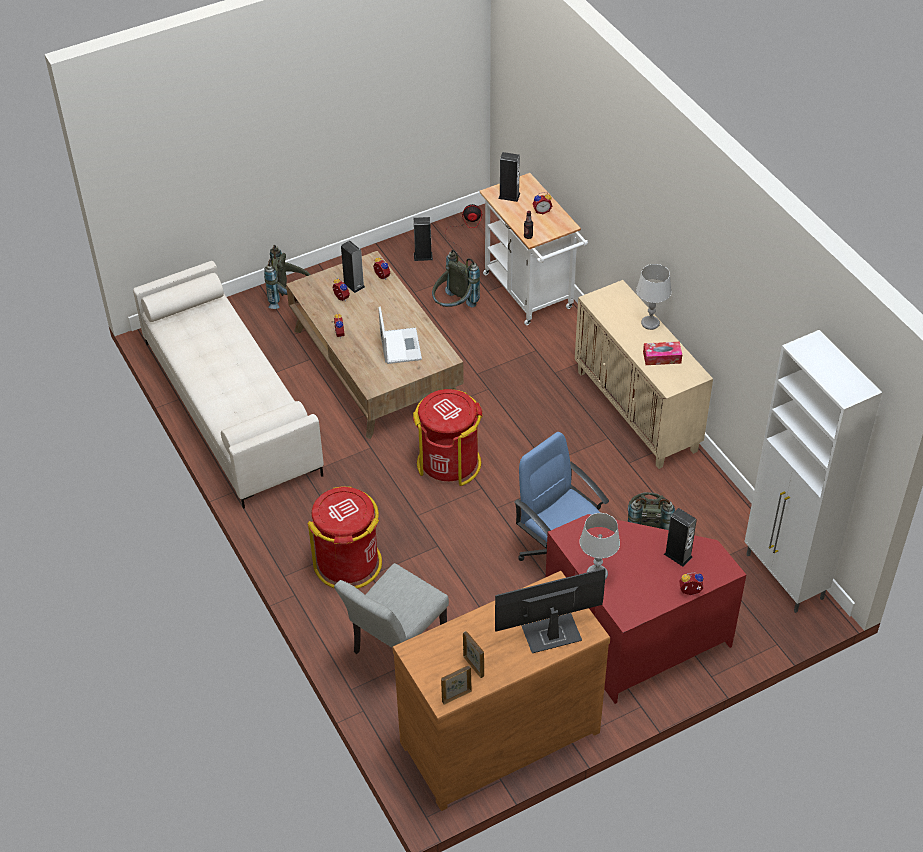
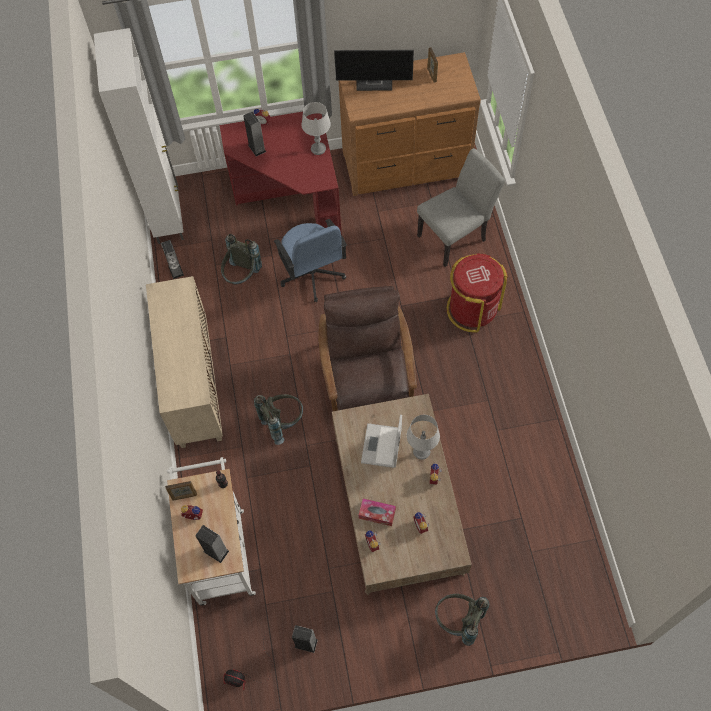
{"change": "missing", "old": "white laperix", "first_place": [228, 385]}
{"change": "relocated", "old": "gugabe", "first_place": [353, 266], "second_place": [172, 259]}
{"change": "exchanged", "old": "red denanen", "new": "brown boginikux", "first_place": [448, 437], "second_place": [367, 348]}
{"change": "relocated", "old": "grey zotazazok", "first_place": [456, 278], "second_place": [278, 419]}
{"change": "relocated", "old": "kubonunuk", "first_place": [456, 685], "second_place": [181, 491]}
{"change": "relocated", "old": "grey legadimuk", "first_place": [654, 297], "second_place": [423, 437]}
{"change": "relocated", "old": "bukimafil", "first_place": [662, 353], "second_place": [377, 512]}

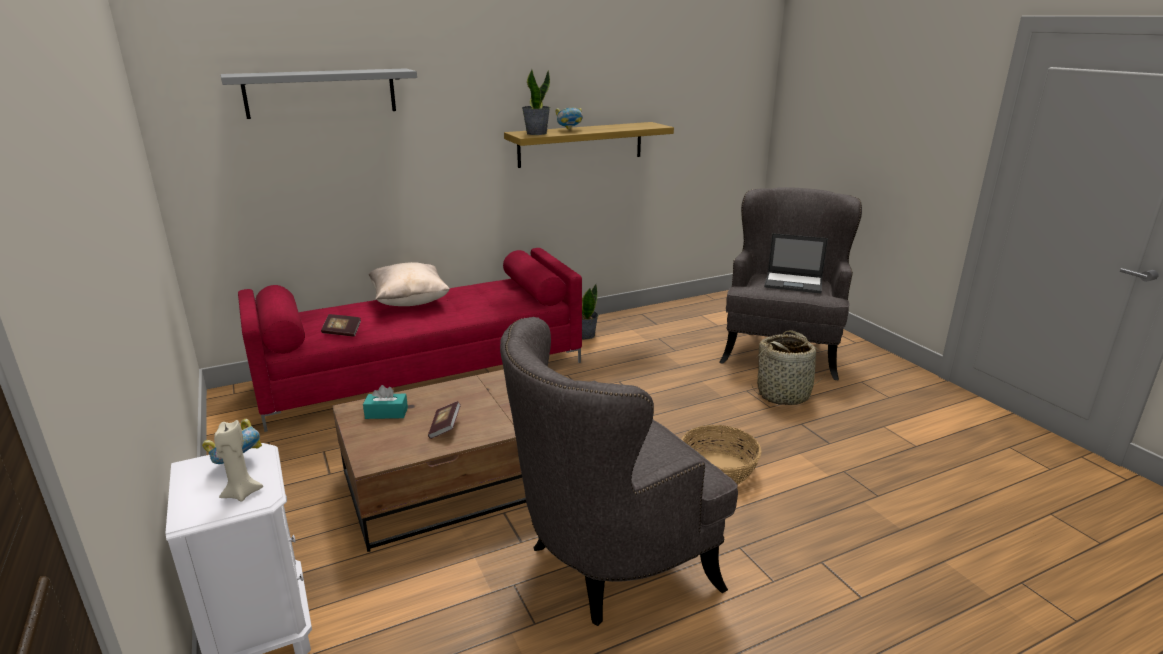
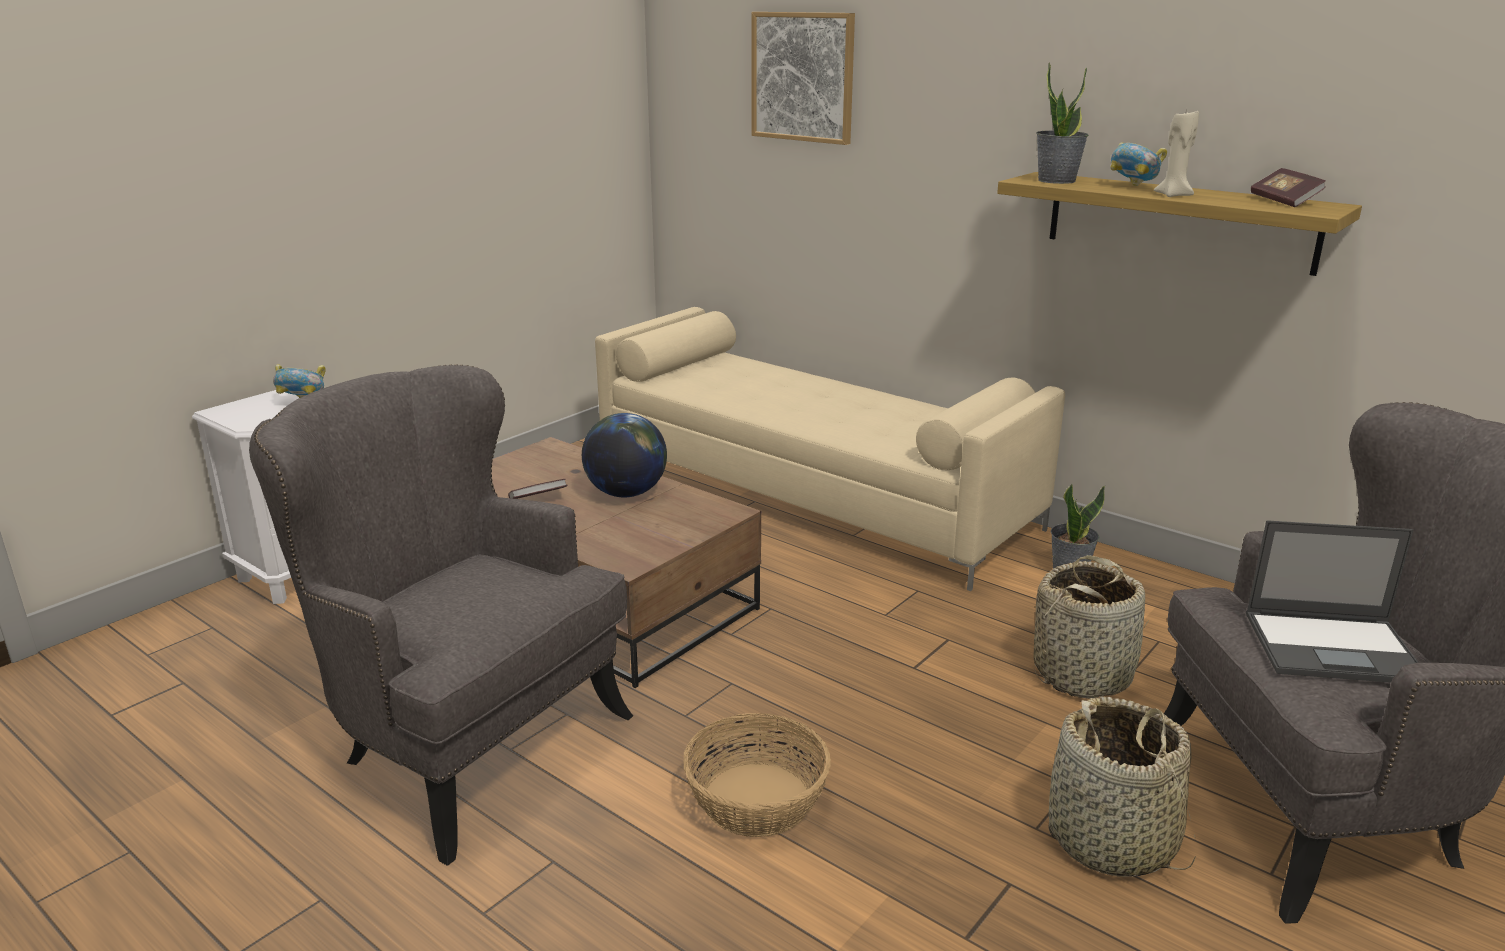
{"change": "relocated", "old": "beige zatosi", "first_place": [238, 461], "second_place": [1176, 152]}
{"change": "exchanged", "old": "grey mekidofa", "new": "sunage", "first_place": [318, 93], "second_place": [803, 78]}
{"change": "colour", "old": "red laperix", "new": "beige laperix", "first_place": [410, 340], "second_place": [830, 449]}
{"change": "relocated", "old": "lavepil", "first_place": [341, 325], "second_place": [1288, 187]}
{"change": "missing", "old": "turquoise bukimafil", "first_place": [385, 402]}
{"change": "missing", "old": "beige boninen", "first_place": [409, 284]}
{"change": "spun", "old": "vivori", "first_place": [796, 263], "second_place": [1332, 601], "degrees": -75}
{"change": "appeared", "new": "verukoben", "second_place": [624, 455]}
{"change": "appeared", "new": "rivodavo", "second_place": [1091, 627]}

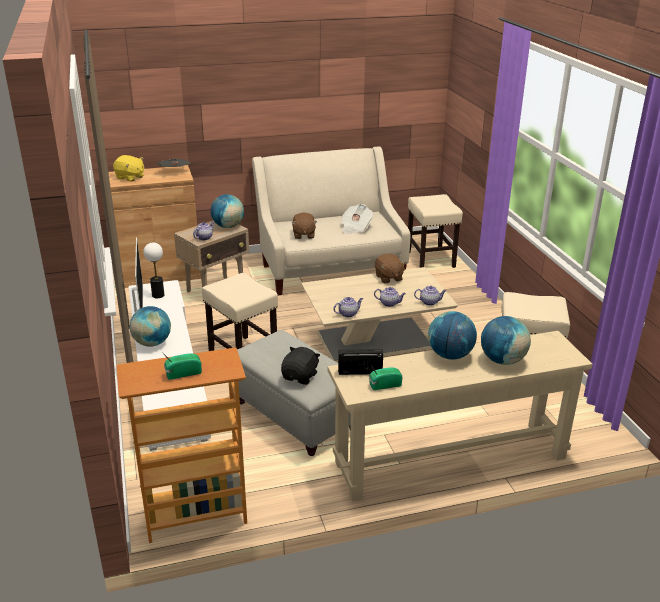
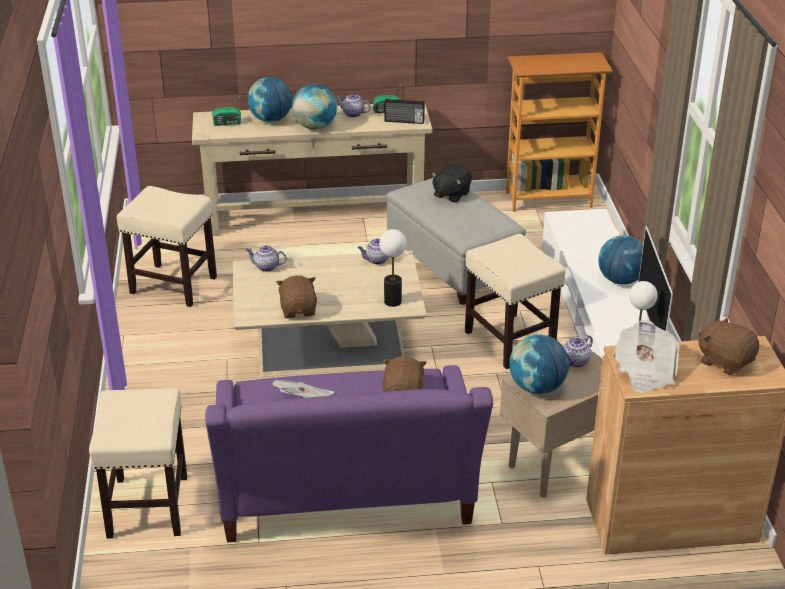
{"change": "colour", "old": "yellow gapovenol", "new": "brown gapovenol", "first_place": [128, 168], "second_place": [728, 346]}
{"change": "relocated", "old": "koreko", "first_place": [182, 366], "second_place": [226, 110]}
{"change": "colour", "old": "beige laperix", "new": "purple laperix", "first_place": [331, 221], "second_place": [349, 453]}
{"change": "relocated", "old": "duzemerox", "first_place": [390, 297], "second_place": [353, 105]}
{"change": "appeared", "new": "legadimuk", "second_place": [393, 268]}

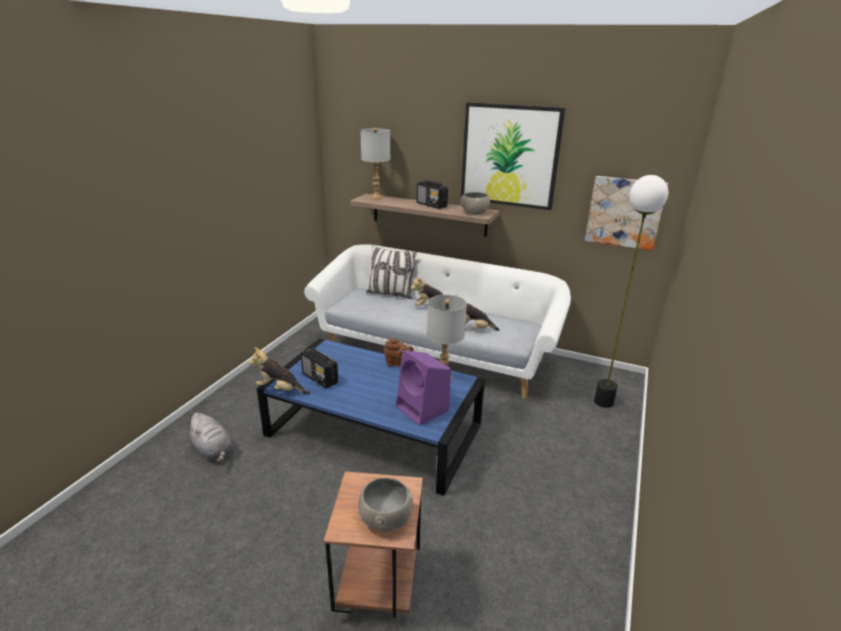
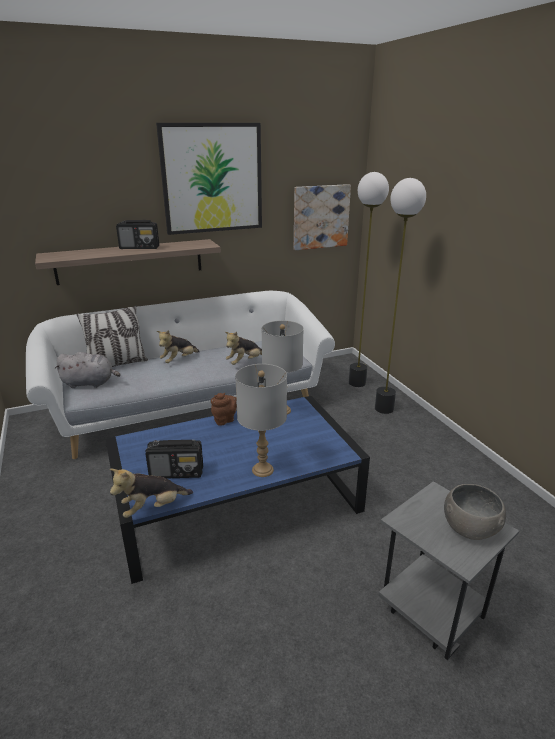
{"change": "relocated", "old": "grey gapovenol", "first_place": [209, 438], "second_place": [87, 370]}
{"change": "colour", "old": "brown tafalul", "new": "grey tafalul", "first_place": [373, 544], "second_place": [448, 570]}
{"change": "relocated", "old": "grey legadimuk", "first_place": [375, 164], "second_place": [261, 420]}
{"change": "missing", "old": "purple gugabe", "first_place": [423, 387]}
{"change": "missing", "old": "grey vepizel", "first_place": [475, 203]}
{"change": "appeared", "new": "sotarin", "second_place": [400, 296]}

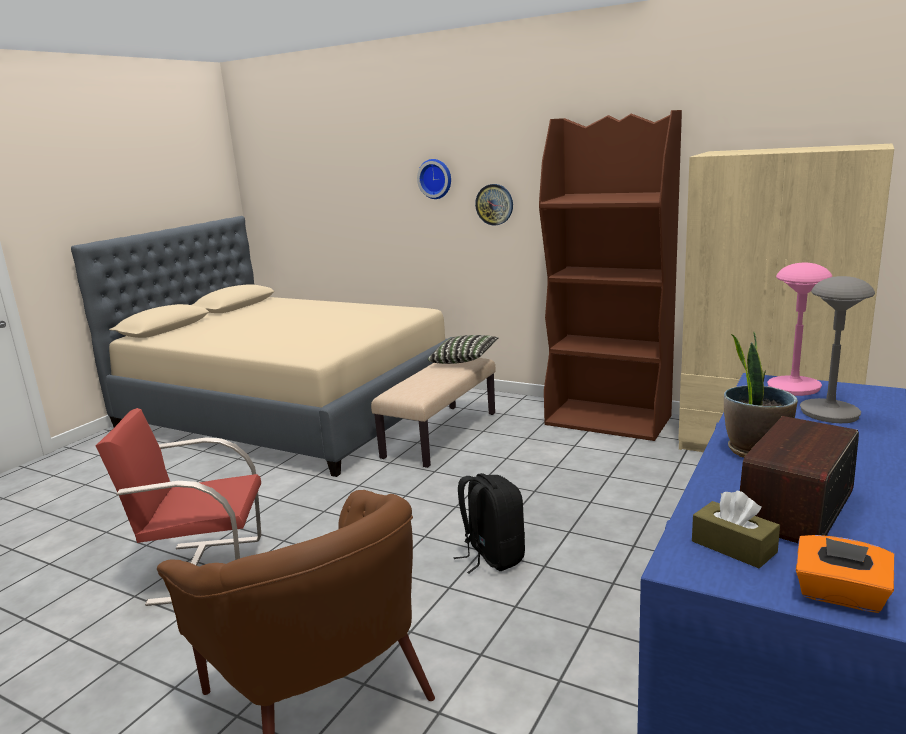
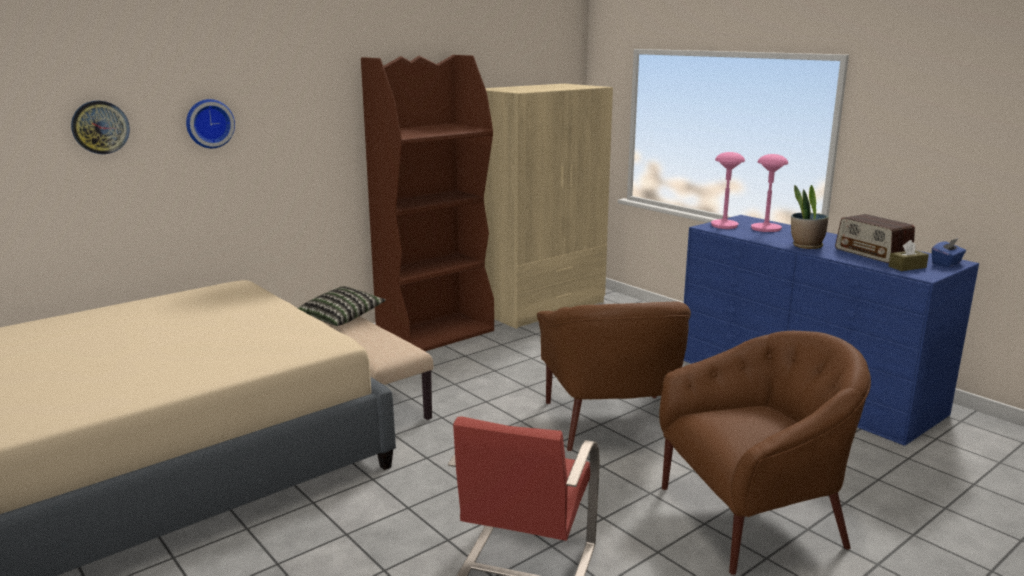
{"change": "exchanged", "old": "black zotazazok", "new": "brown boginikux", "first_place": [489, 523], "second_place": [614, 376]}
{"change": "relocated", "old": "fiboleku", "first_place": [494, 204], "second_place": [100, 127]}
{"change": "colour", "old": "orange bukimafil", "new": "blue bukimafil", "first_place": [845, 574], "second_place": [949, 253]}
{"change": "colour", "old": "grey legadimuk", "new": "pink legadimuk", "first_place": [837, 349], "second_place": [769, 193]}

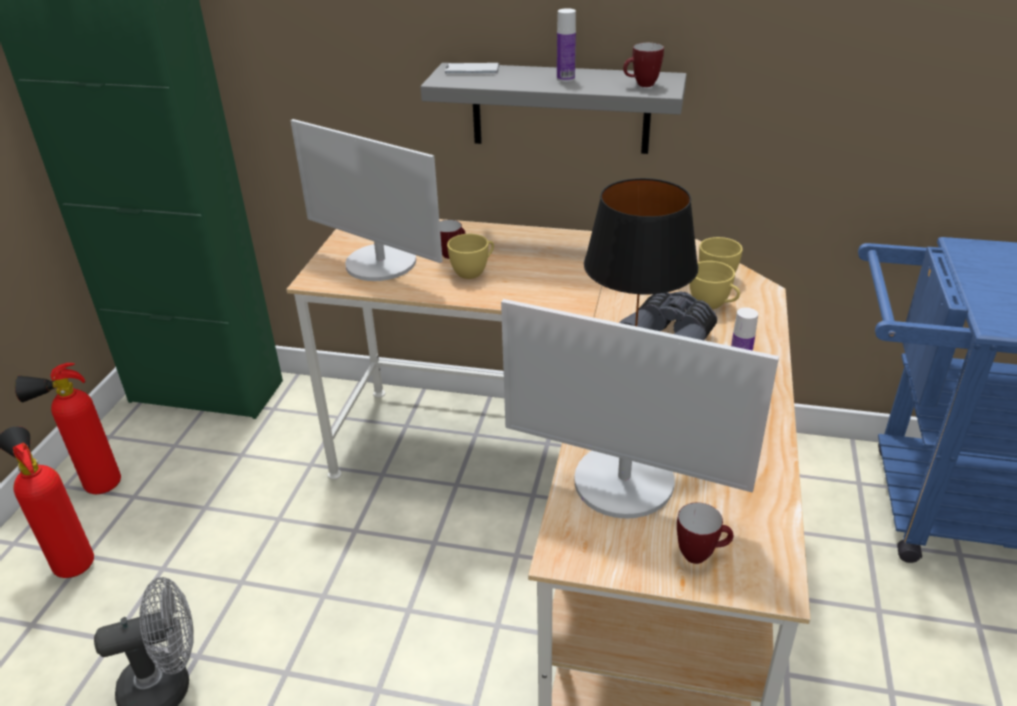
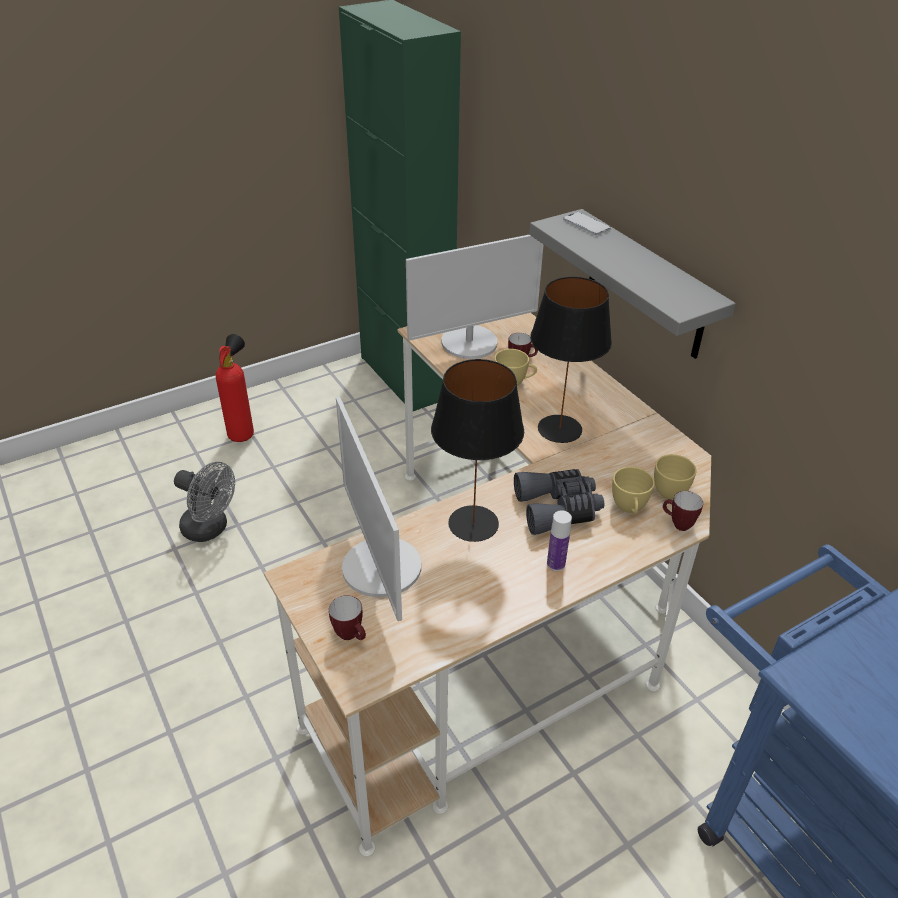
{"change": "missing", "old": "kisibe", "first_place": [68, 428]}
{"change": "spun", "old": "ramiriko", "first_place": [366, 200], "second_place": [475, 297], "degrees": -105}
{"change": "missing", "old": "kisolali", "first_place": [566, 45]}
{"change": "relocated", "old": "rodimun", "first_place": [643, 65], "second_place": [683, 511]}
{"change": "appeared", "new": "black legadimuk", "second_place": [571, 360]}

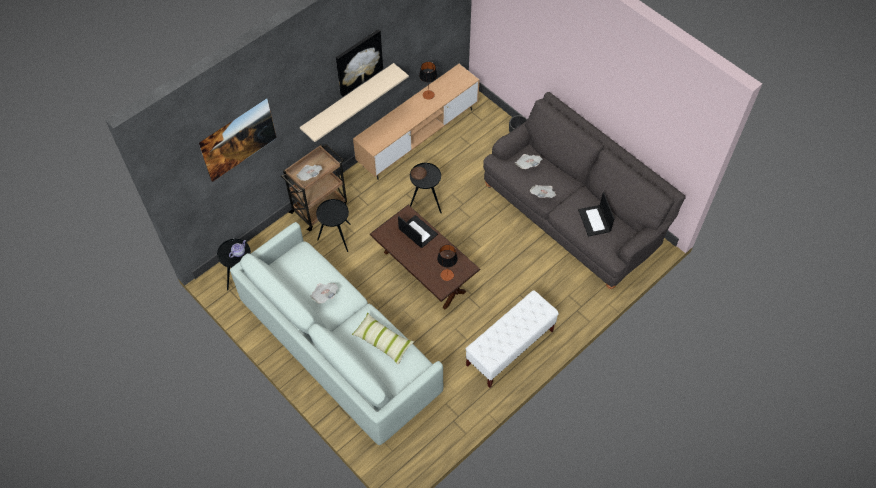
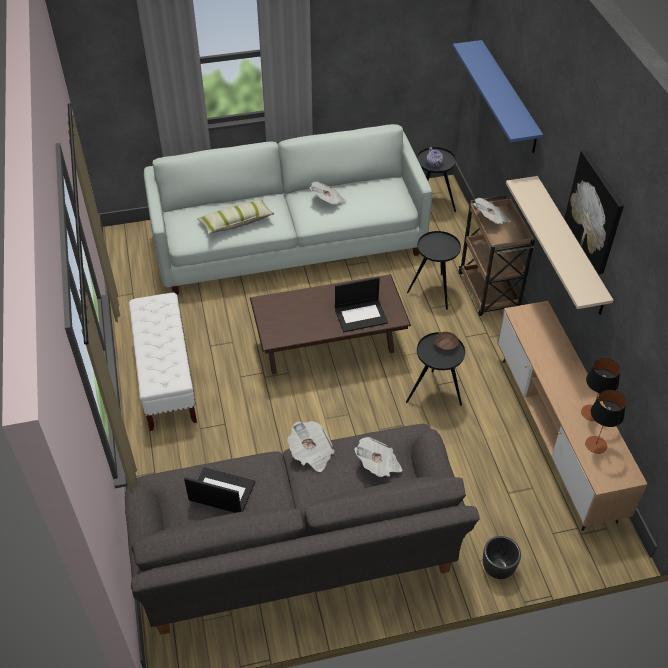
{"change": "exchanged", "old": "sunage", "new": "blue mekidofa", "first_place": [237, 140], "second_place": [498, 96]}
{"change": "relocated", "old": "legadimuk", "first_place": [447, 263], "second_place": [605, 422]}

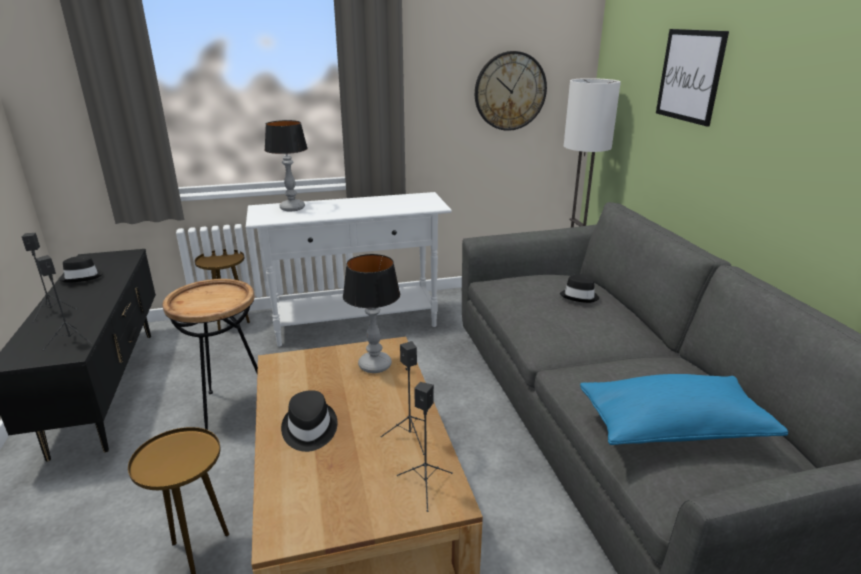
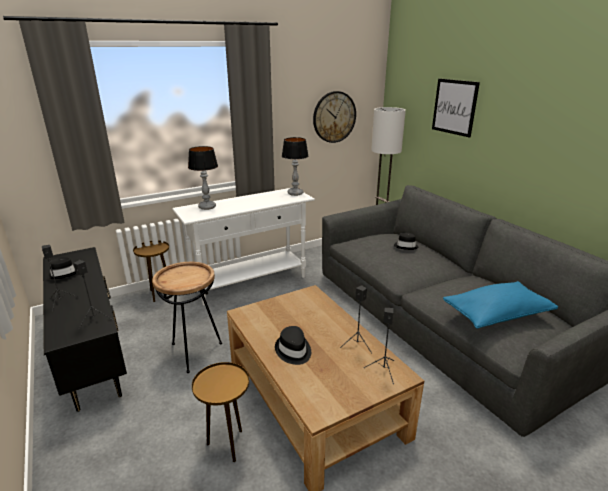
{"change": "relocated", "old": "legadimuk", "first_place": [371, 313], "second_place": [295, 166]}

